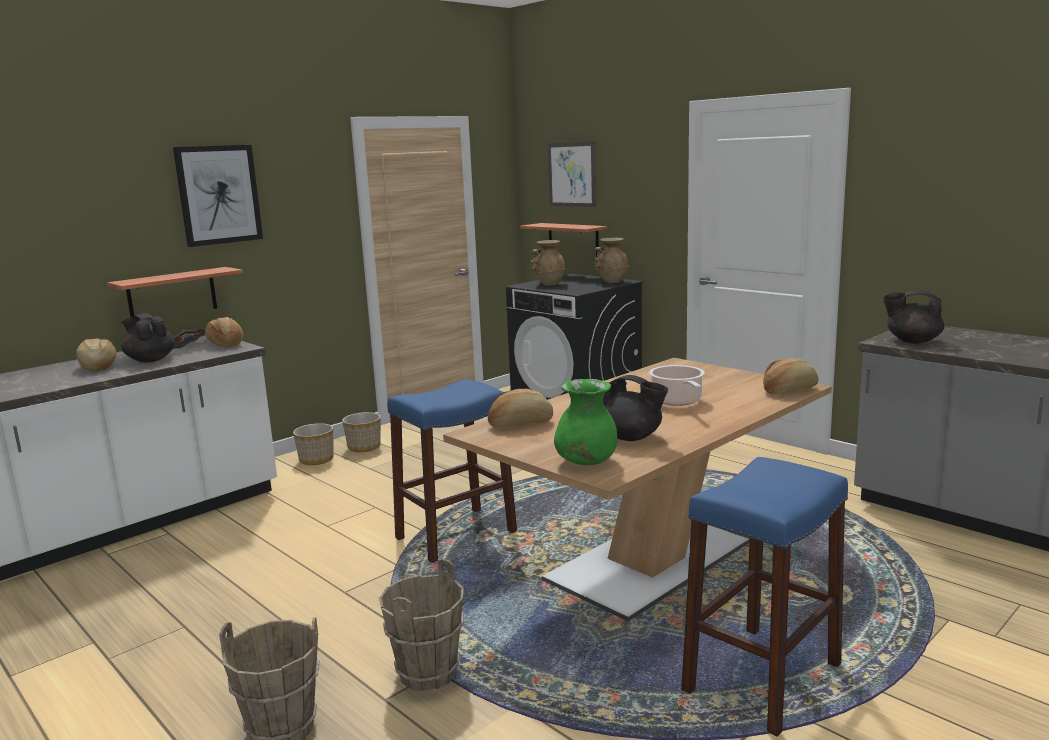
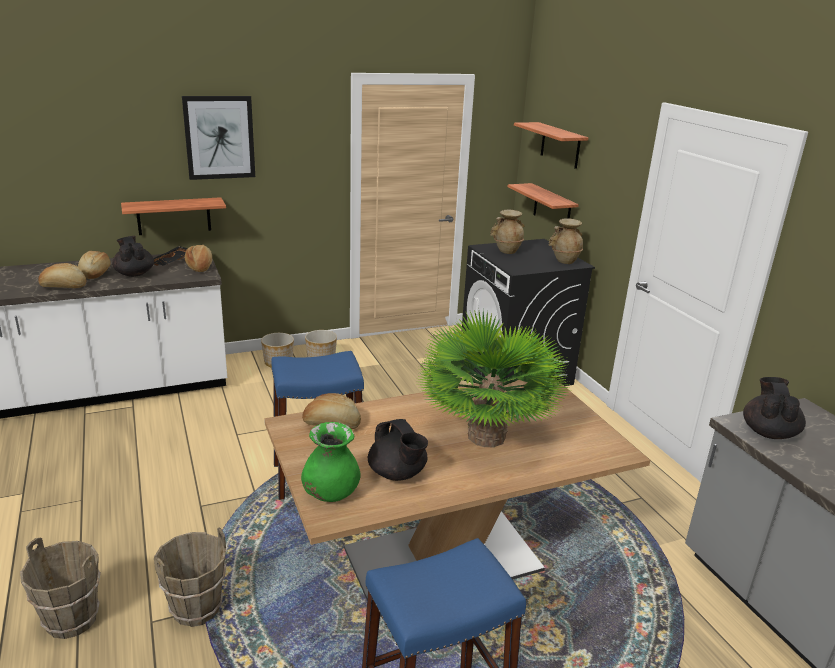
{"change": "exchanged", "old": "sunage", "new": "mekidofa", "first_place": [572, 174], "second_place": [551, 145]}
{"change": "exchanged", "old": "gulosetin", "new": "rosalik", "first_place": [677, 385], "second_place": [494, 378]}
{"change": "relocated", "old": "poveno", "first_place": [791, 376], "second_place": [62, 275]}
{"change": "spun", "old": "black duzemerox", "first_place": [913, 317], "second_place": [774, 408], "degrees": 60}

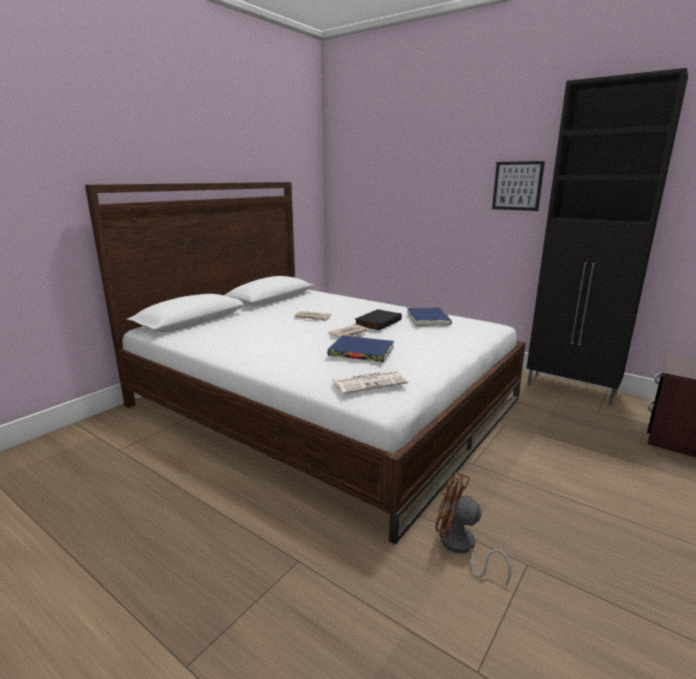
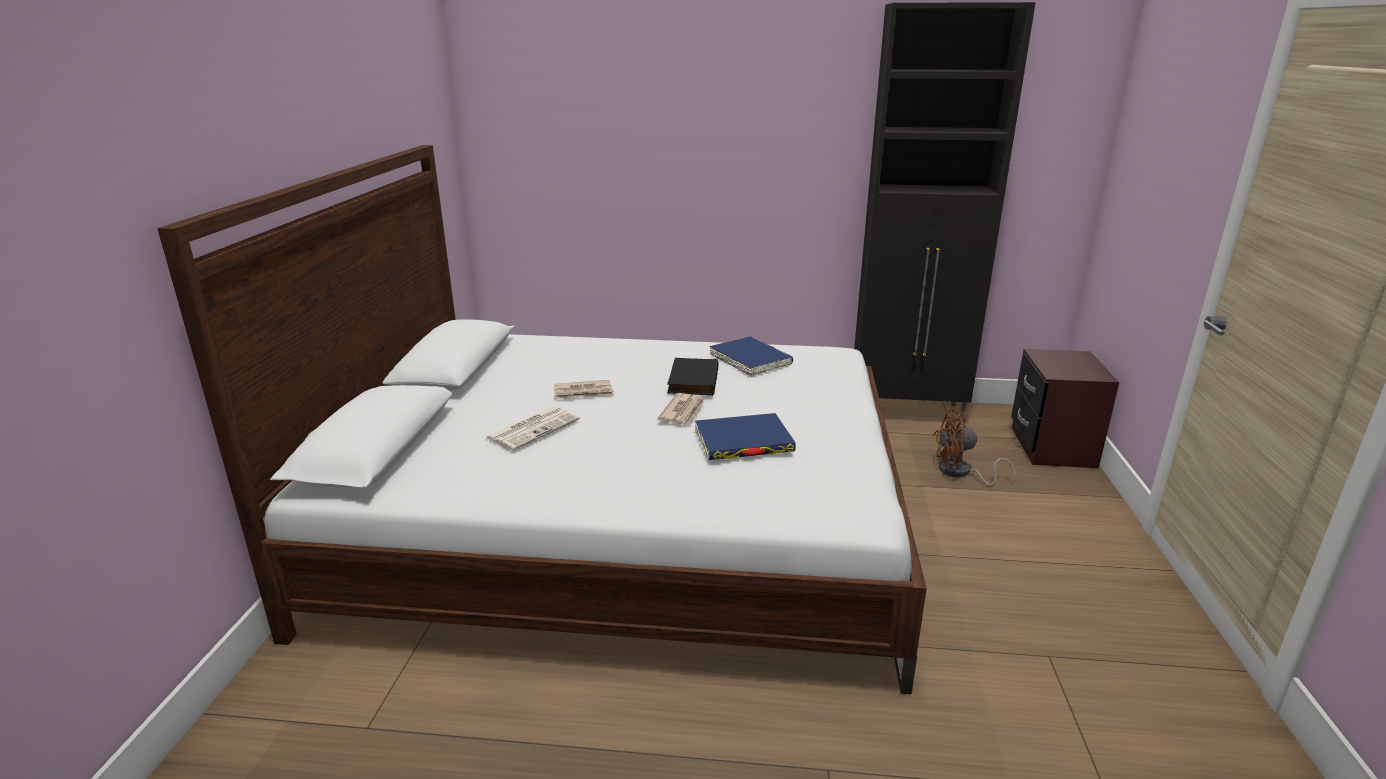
{"change": "relocated", "old": "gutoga", "first_place": [370, 382], "second_place": [532, 429]}
{"change": "relocated", "old": "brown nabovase", "first_place": [473, 529], "second_place": [974, 447]}
{"change": "missing", "old": "sunage", "first_place": [518, 186]}

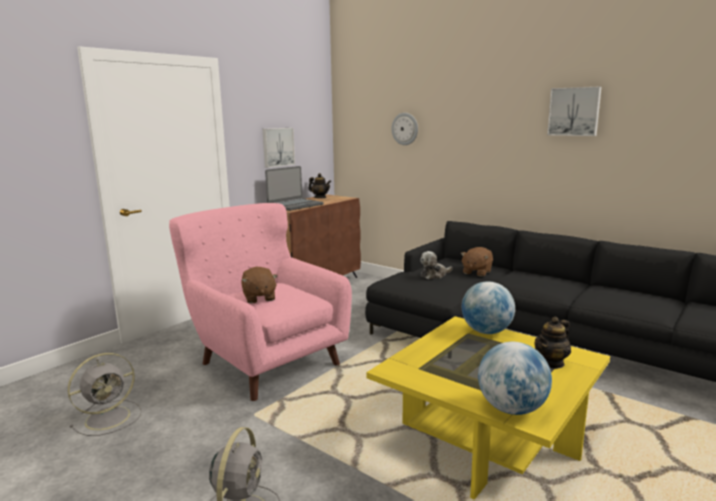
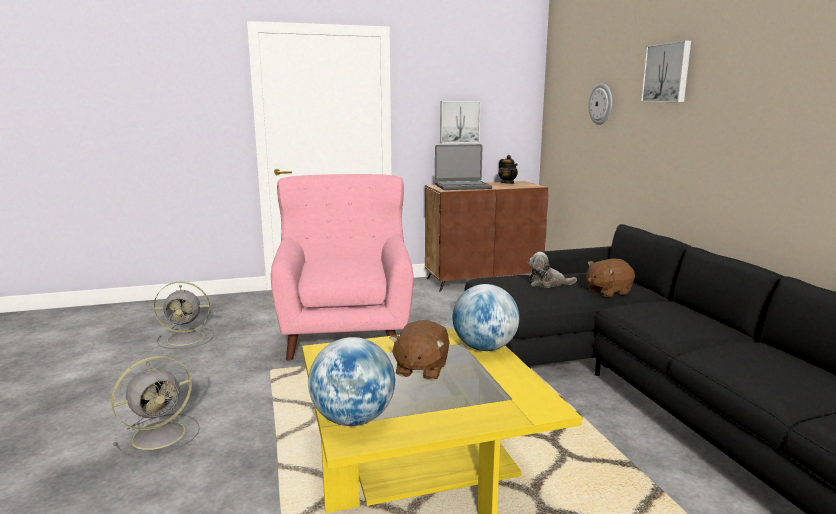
{"change": "relocated", "old": "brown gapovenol", "first_place": [259, 285], "second_place": [420, 350]}
{"change": "missing", "old": "duzemerox", "first_place": [553, 343]}
{"change": "relocated", "old": "sunage", "first_place": [574, 111], "second_place": [666, 71]}

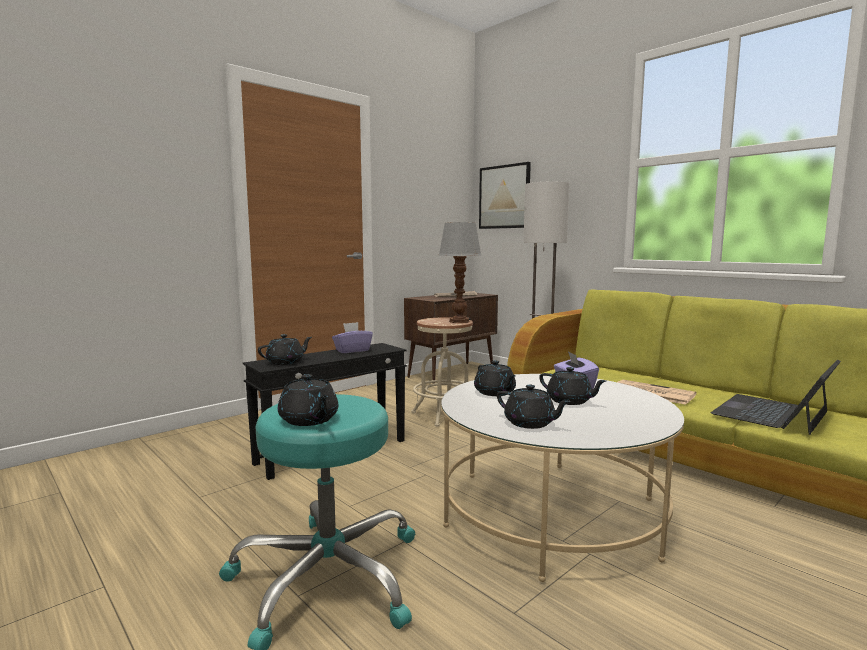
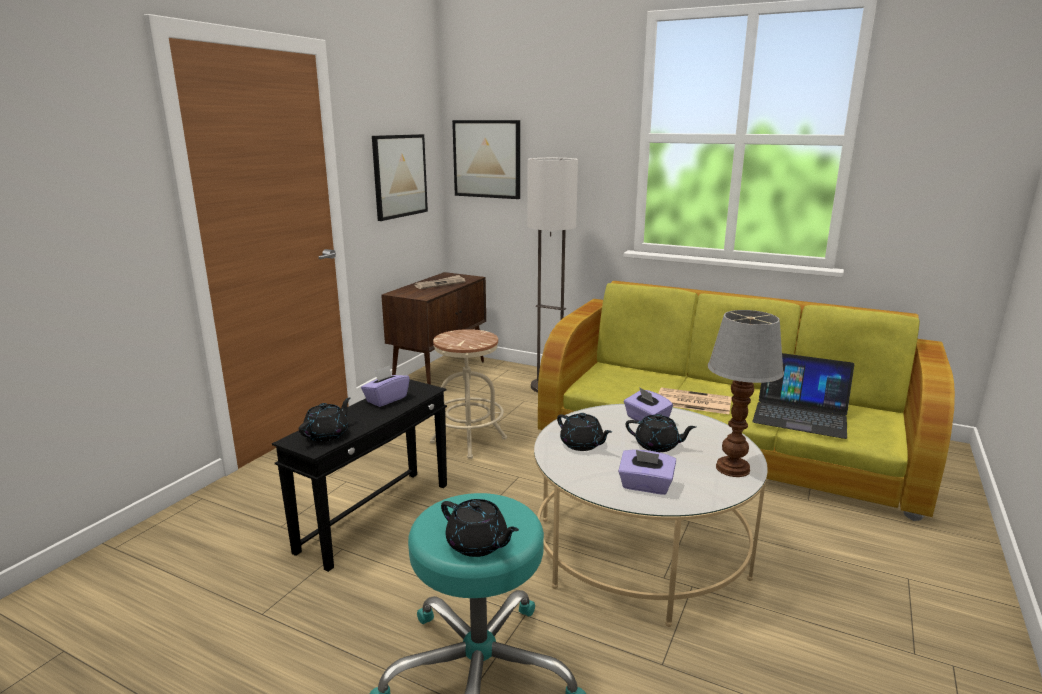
{"change": "relocated", "old": "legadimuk", "first_place": [460, 272], "second_place": [746, 393]}
{"change": "exchanged", "old": "black duzemerox", "new": "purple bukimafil", "first_place": [534, 407], "second_place": [647, 472]}
{"change": "spun", "old": "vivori", "first_place": [775, 397], "second_place": [803, 396], "degrees": -90}
{"change": "appeared", "new": "sunage", "second_place": [400, 177]}

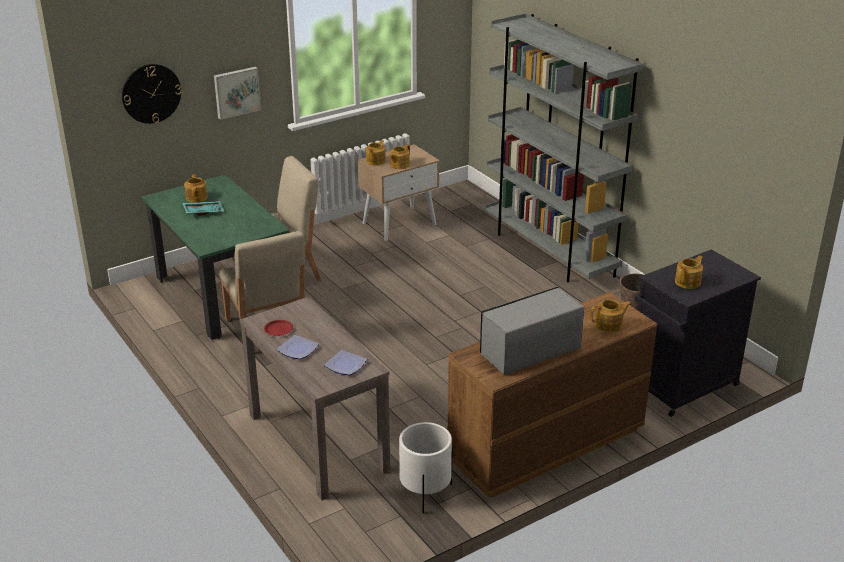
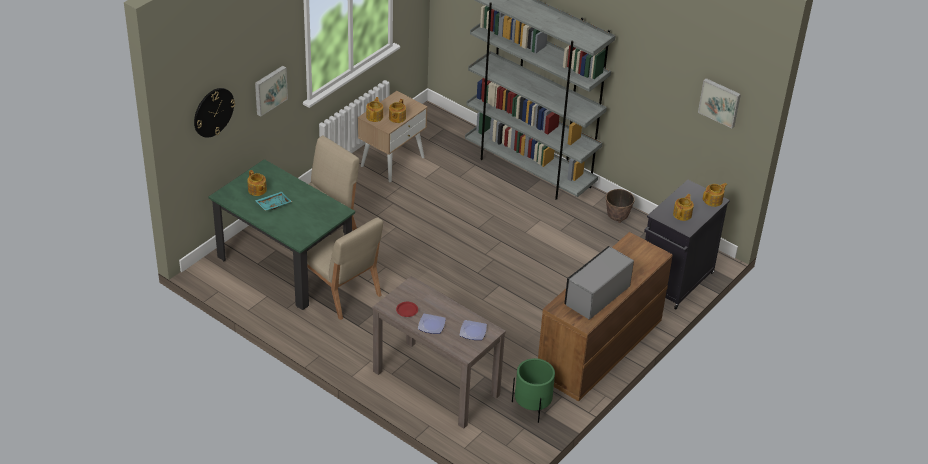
{"change": "colour", "old": "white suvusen", "new": "green suvusen", "first_place": [426, 467], "second_place": [533, 390]}
{"change": "relocated", "old": "duzemerox", "first_place": [610, 316], "second_place": [715, 195]}
{"change": "appeared", "new": "sunage", "second_place": [719, 103]}

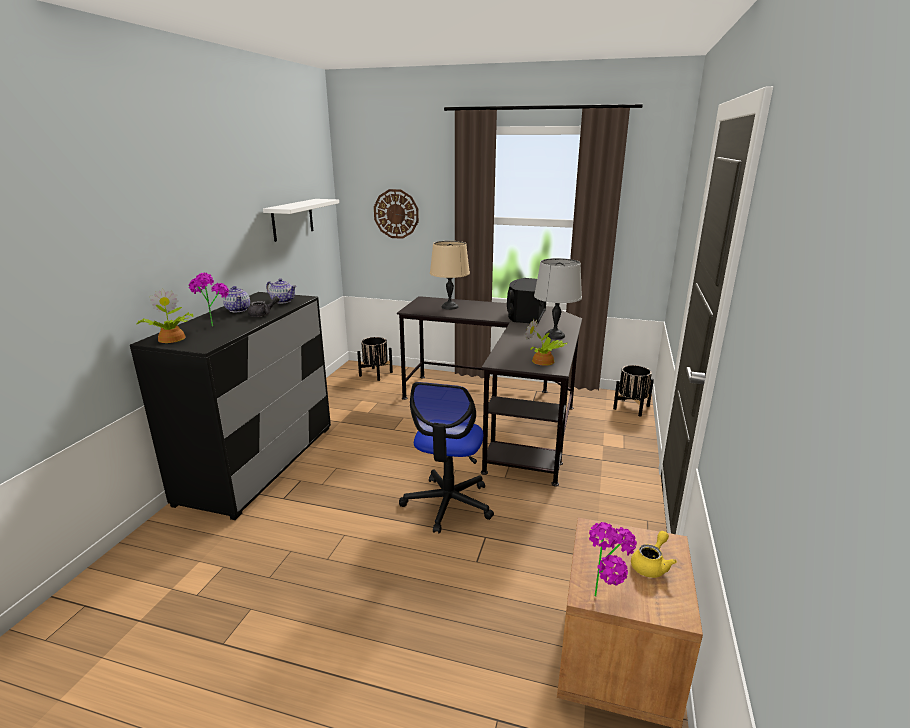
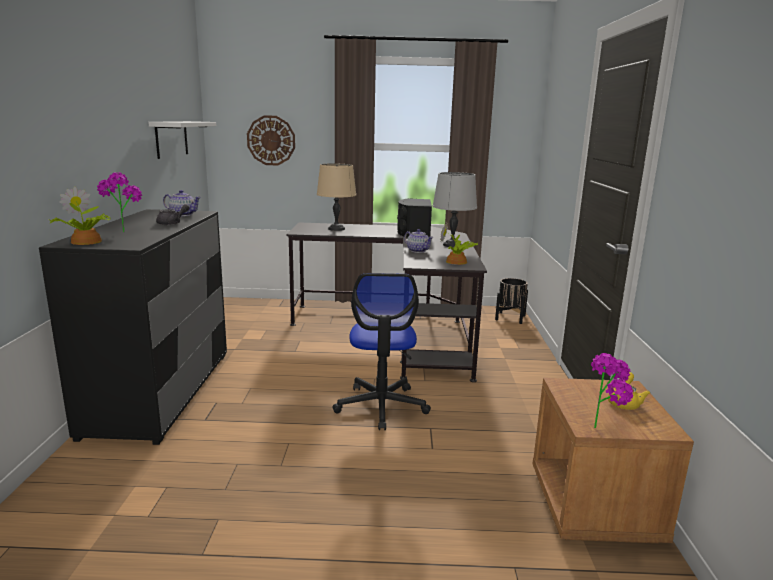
{"change": "relocated", "old": "duzemerox", "first_place": [236, 299], "second_place": [418, 241]}
{"change": "missing", "old": "black suvusen", "first_place": [375, 359]}

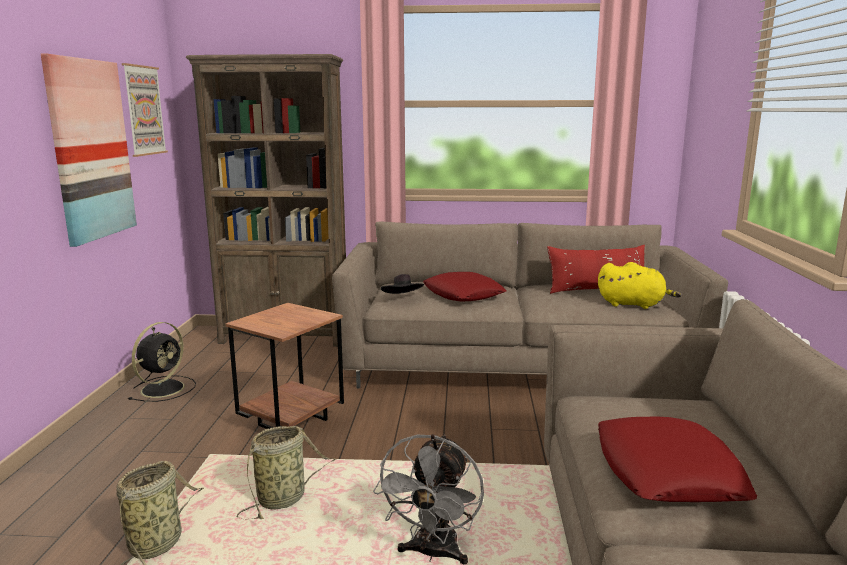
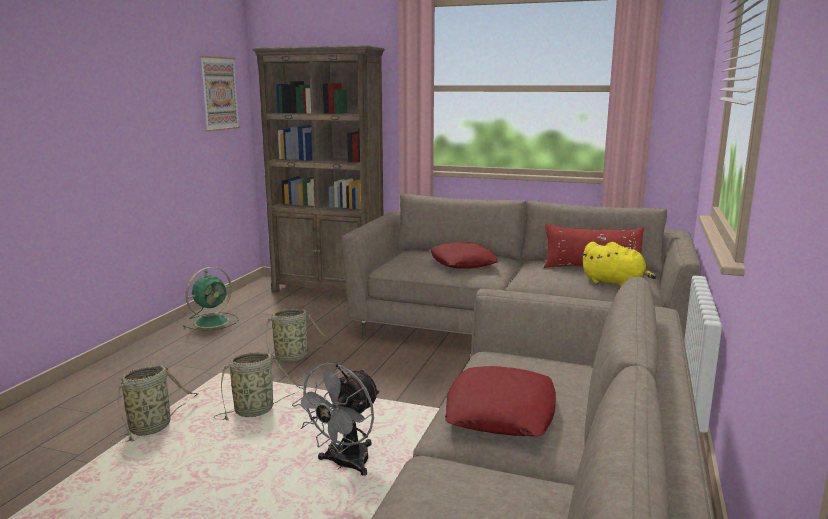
{"change": "missing", "old": "sunage", "first_place": [89, 150]}
{"change": "colour", "old": "black nabovase", "new": "green nabovase", "first_place": [162, 362], "second_place": [210, 299]}
{"change": "exchanged", "old": "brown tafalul", "new": "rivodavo", "first_place": [285, 366], "second_place": [300, 336]}
{"change": "missing", "old": "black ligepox", "first_place": [402, 284]}

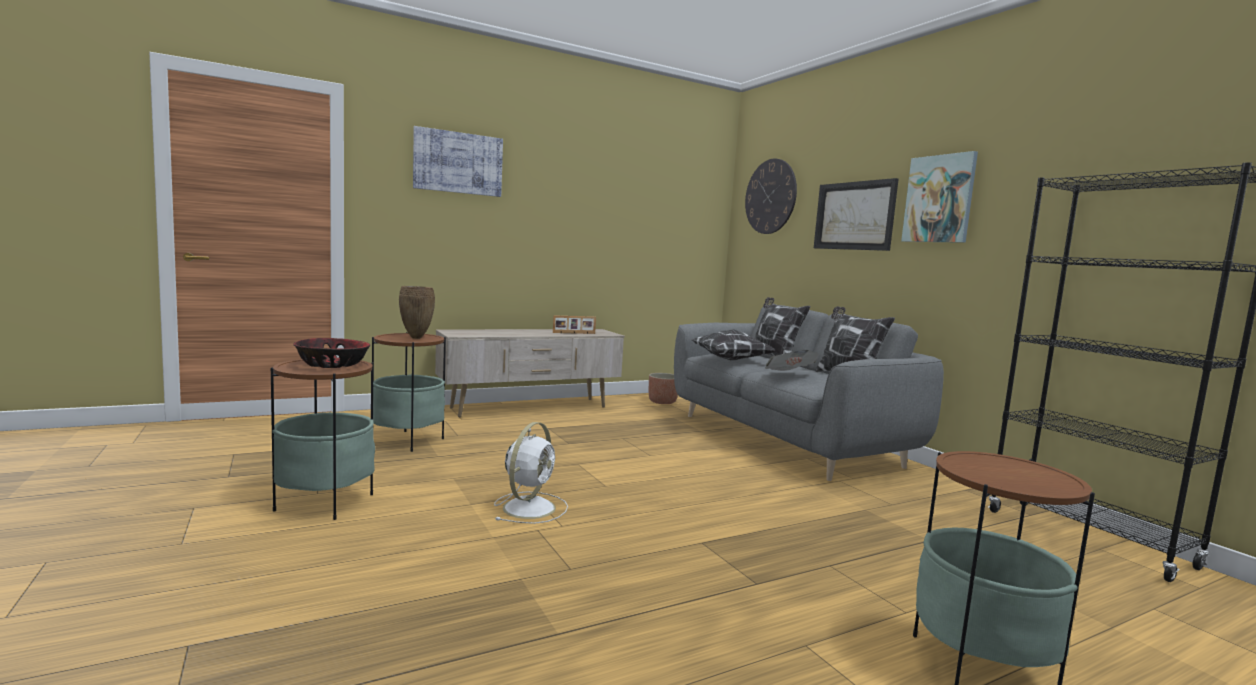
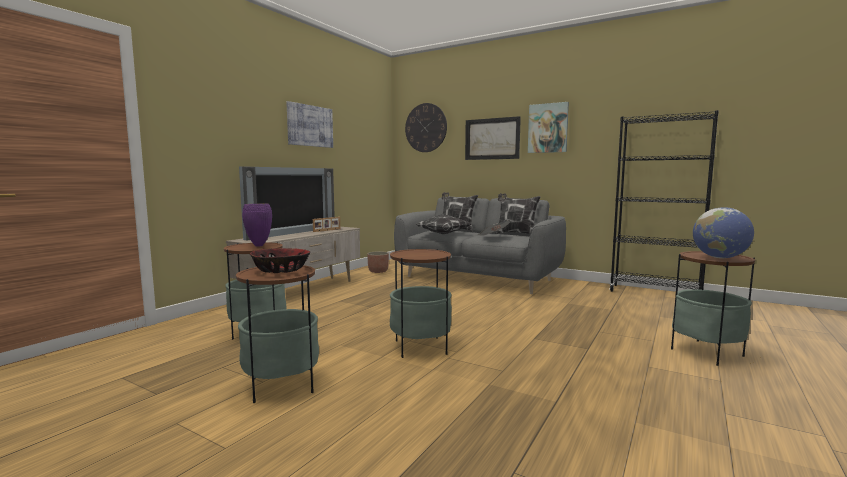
{"change": "colour", "old": "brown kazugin", "new": "purple kazugin", "first_place": [417, 312], "second_place": [257, 225]}
{"change": "relocated", "old": "sunage", "first_place": [458, 161], "second_place": [309, 124]}
{"change": "exchanged", "old": "white nabovase", "new": "tafalul", "first_place": [531, 473], "second_place": [421, 303]}
{"change": "appeared", "new": "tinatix", "second_place": [287, 203]}
{"change": "appeared", "new": "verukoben", "second_place": [723, 232]}

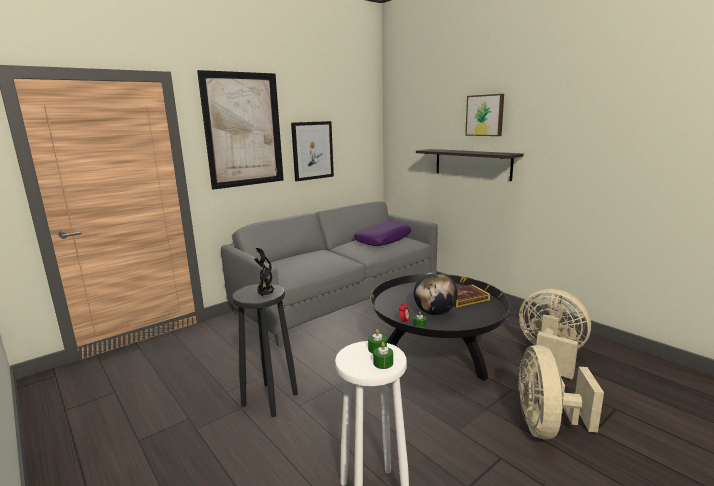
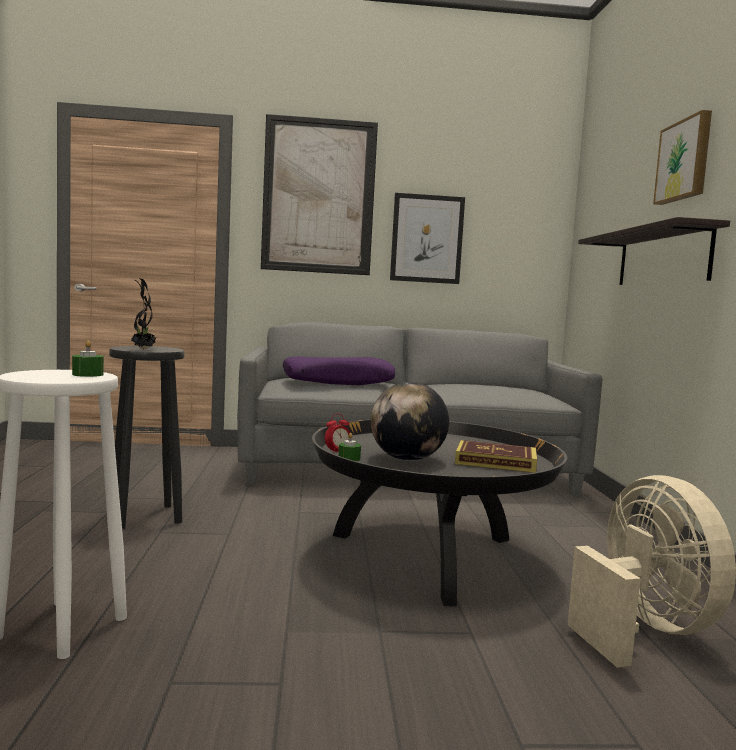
{"change": "relocated", "old": "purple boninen", "first_place": [382, 233], "second_place": [339, 370]}
{"change": "missing", "old": "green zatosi", "first_place": [383, 355]}
{"change": "missing", "old": "beige nabovase", "first_place": [561, 392]}

